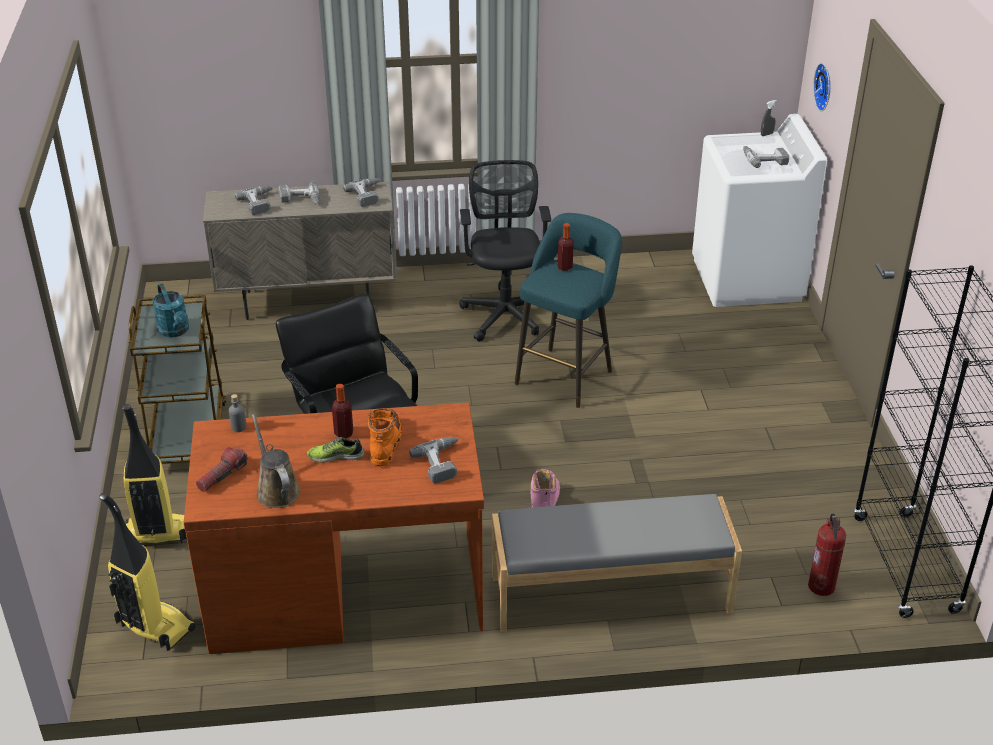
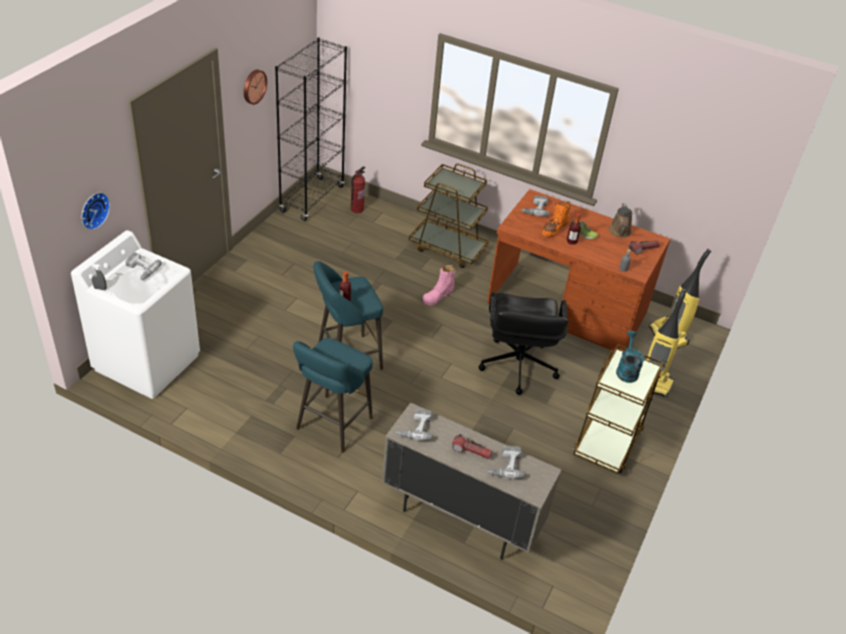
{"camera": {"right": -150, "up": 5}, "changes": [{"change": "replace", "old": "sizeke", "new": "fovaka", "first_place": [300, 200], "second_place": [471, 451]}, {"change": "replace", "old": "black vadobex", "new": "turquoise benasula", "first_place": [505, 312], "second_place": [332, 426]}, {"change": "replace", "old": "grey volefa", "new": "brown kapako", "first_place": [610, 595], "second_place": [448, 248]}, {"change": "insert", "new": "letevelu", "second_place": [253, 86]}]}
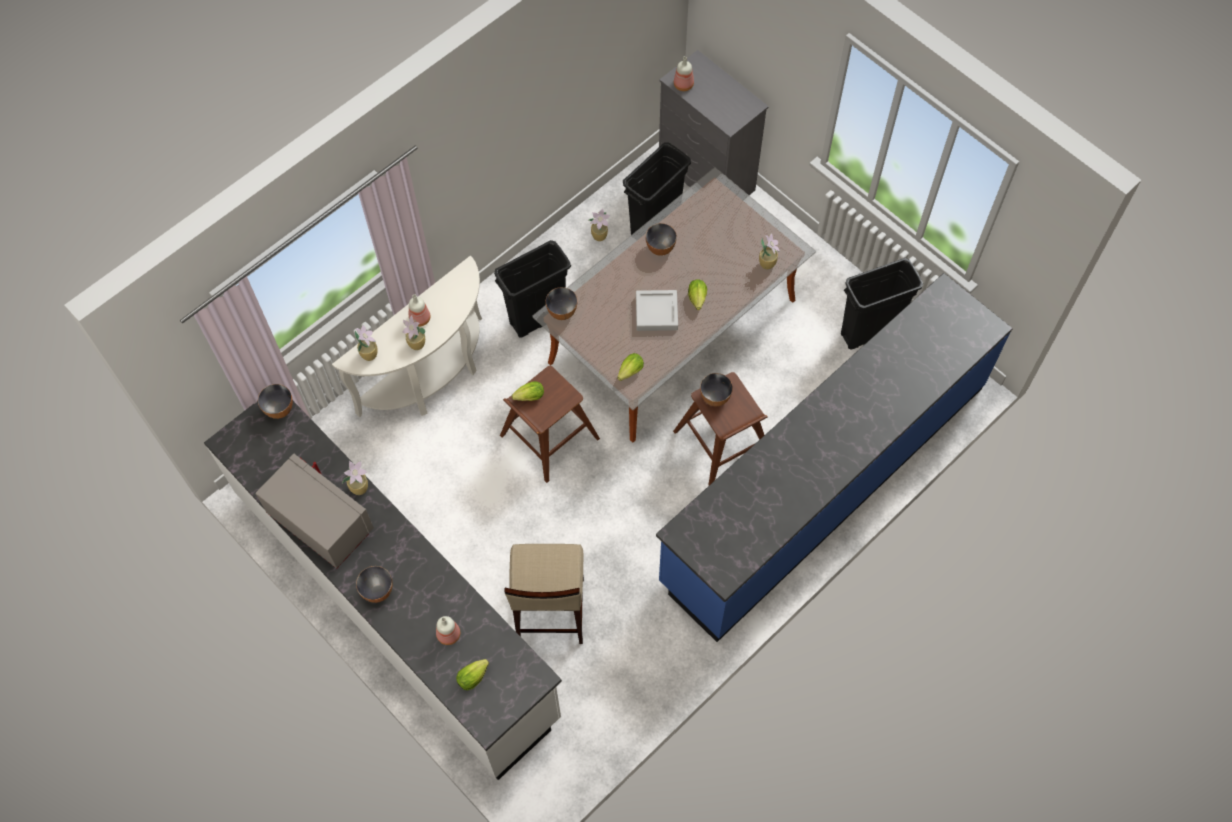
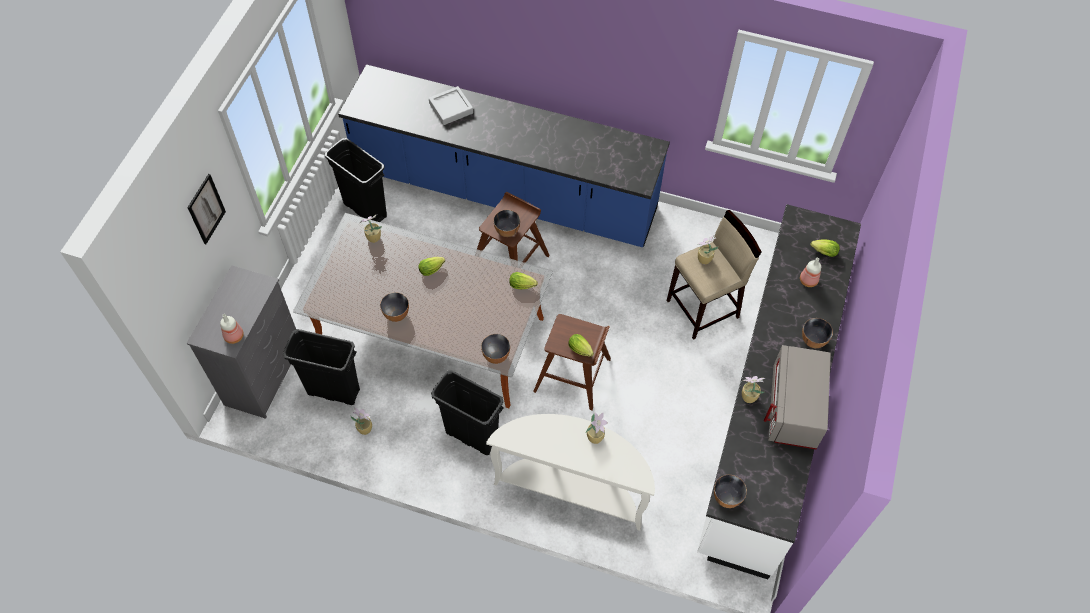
{"camera": {"right": -120, "up": -5}, "changes": [{"change": "move", "old": "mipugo", "first_place": [369, 353], "second_place": [703, 259]}, {"change": "delete", "old": "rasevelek", "first_place": [420, 319]}, {"change": "move", "old": "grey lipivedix", "first_place": [656, 313], "second_place": [451, 108]}, {"change": "insert", "new": "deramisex", "second_place": [206, 209]}]}
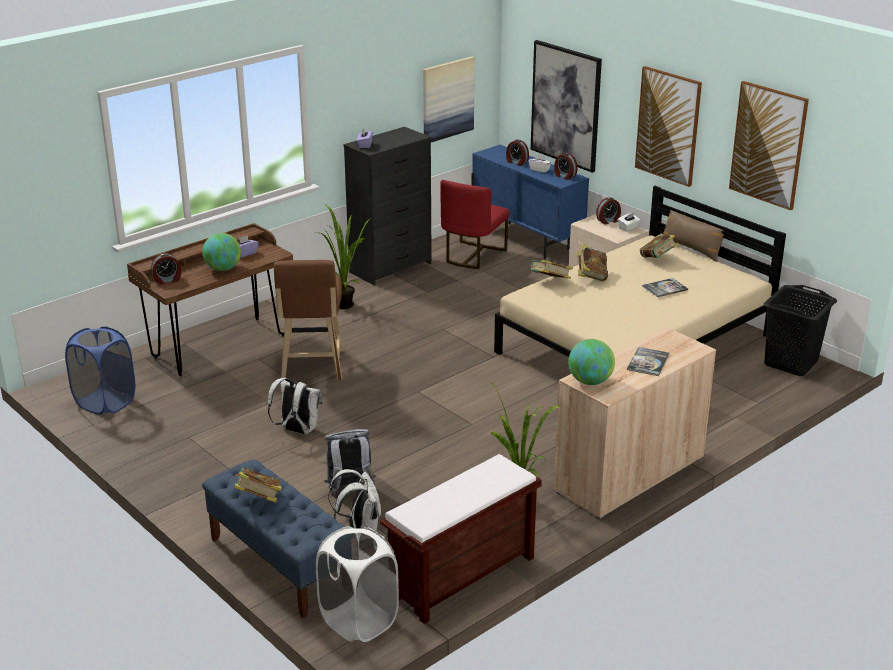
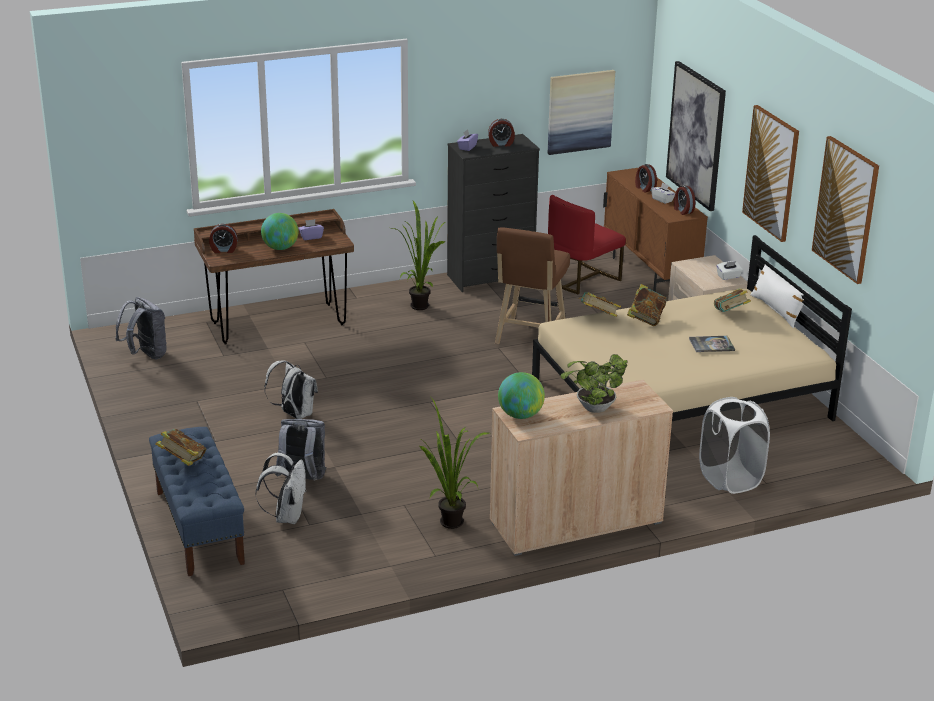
{"camera": {"right": 20, "up": 0}, "changes": [{"change": "replace", "old": "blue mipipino", "new": "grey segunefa", "first_place": [105, 402], "second_place": [146, 355]}, {"change": "move", "old": "brown benasula", "first_place": [312, 368], "second_place": [529, 337]}, {"change": "move", "old": "white mipipino", "first_place": [358, 621], "second_place": [730, 479]}, {"change": "delete", "old": "brown volefa", "first_place": [461, 578]}, {"change": "recolor", "old": "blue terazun", "new": "brown terazun", "first_place": [527, 241], "second_place": [649, 274]}, {"change": "move", "old": "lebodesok", "first_place": [608, 221], "second_place": [501, 144]}, {"change": "replace", "old": "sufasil", "new": "mipugo", "first_place": [648, 362], "second_place": [593, 409]}, {"change": "recolor", "old": "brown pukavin", "new": "white pukavin", "first_place": [691, 249], "second_place": [777, 310]}, {"change": "delete", "old": "black mipipino", "first_place": [791, 363]}]}
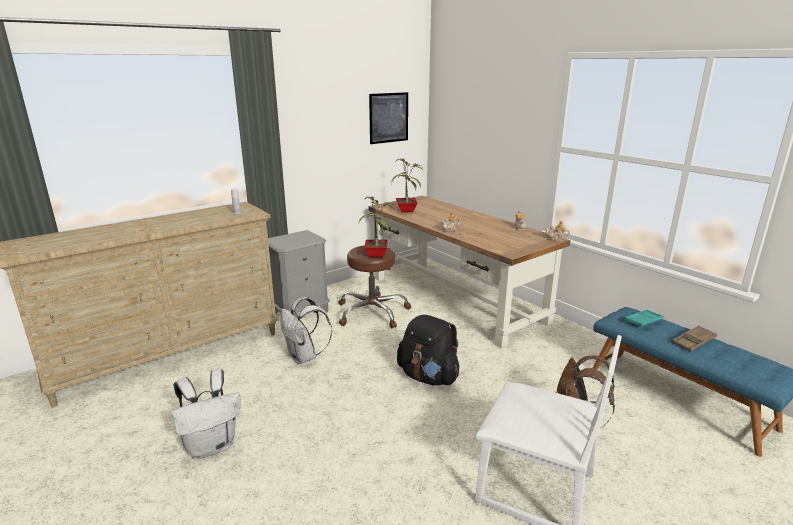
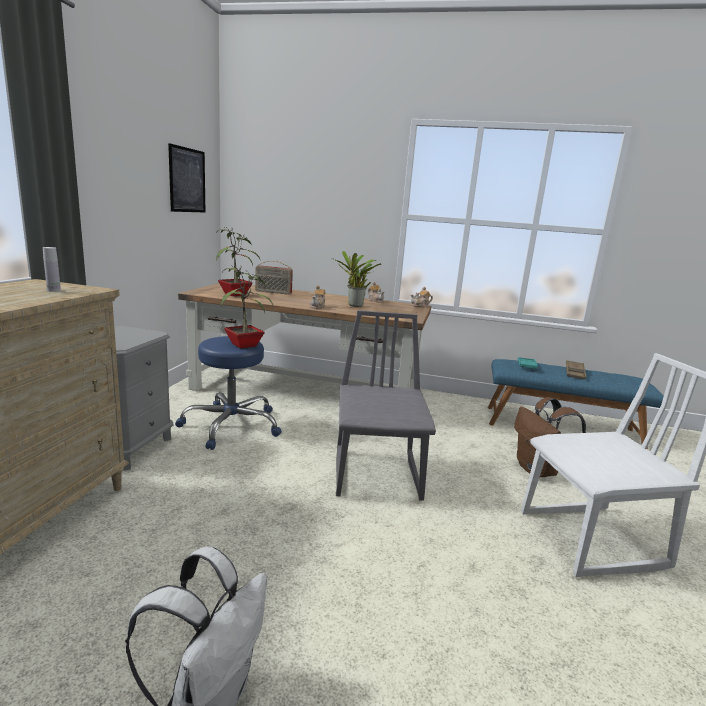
{"camera": {"right": -40, "up": -5}, "changes": [{"change": "delete", "old": "white segunefa", "first_place": [304, 357]}, {"change": "recolor", "old": "brown benasula", "new": "blue benasula", "first_place": [372, 312], "second_place": [231, 425]}, {"change": "replace", "old": "black segunefa", "new": "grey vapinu", "first_place": [428, 377], "second_place": [378, 474]}, {"change": "insert", "new": "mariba", "second_place": [273, 292]}, {"change": "insert", "new": "mipugo", "second_place": [354, 306]}]}
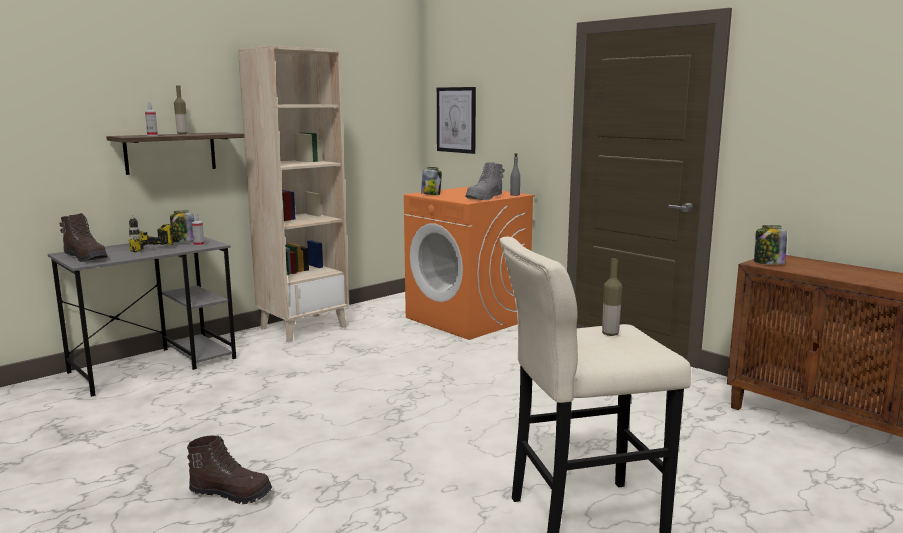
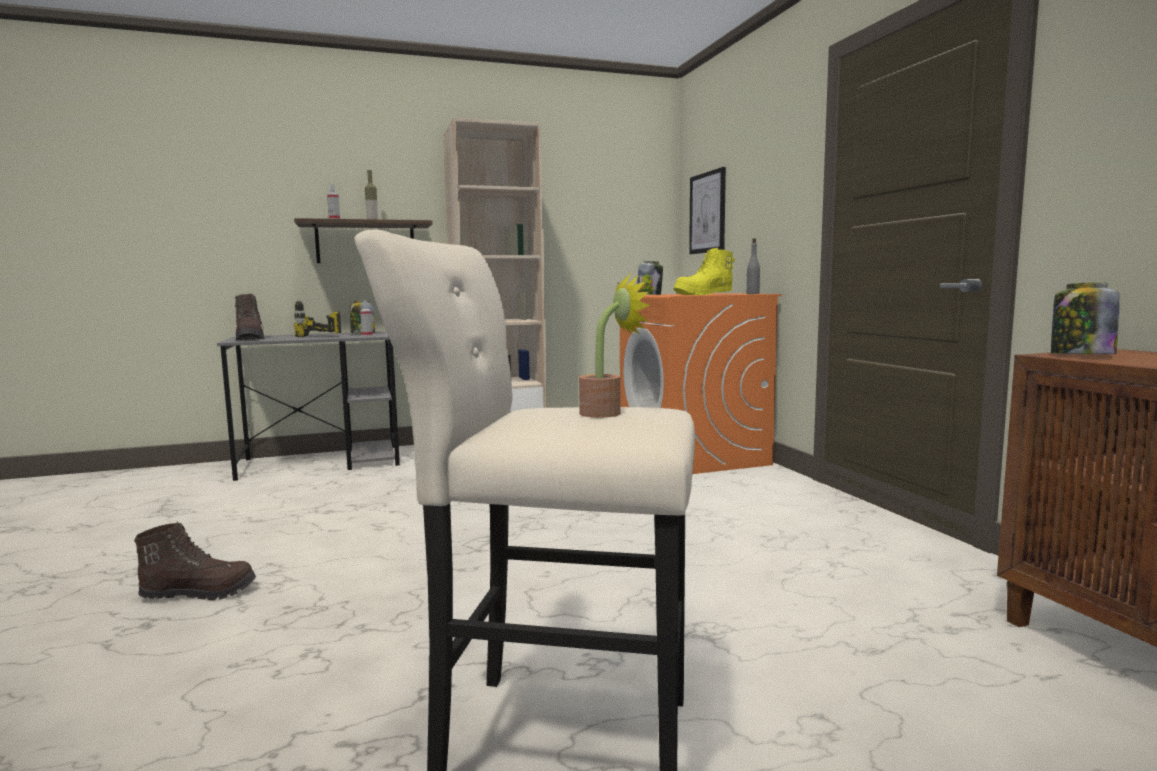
{"camera": {"right": 25, "up": -5}, "changes": [{"change": "rotate", "old": "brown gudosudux", "first_place": [231, 493], "second_place": [200, 593], "degrees": -45}, {"change": "recolor", "old": "grey gudosudux", "new": "yellow gudosudux", "first_place": [485, 198], "second_place": [704, 294]}, {"change": "replace", "old": "rasevelek", "new": "mipugo", "first_place": [610, 334], "second_place": [608, 412]}]}
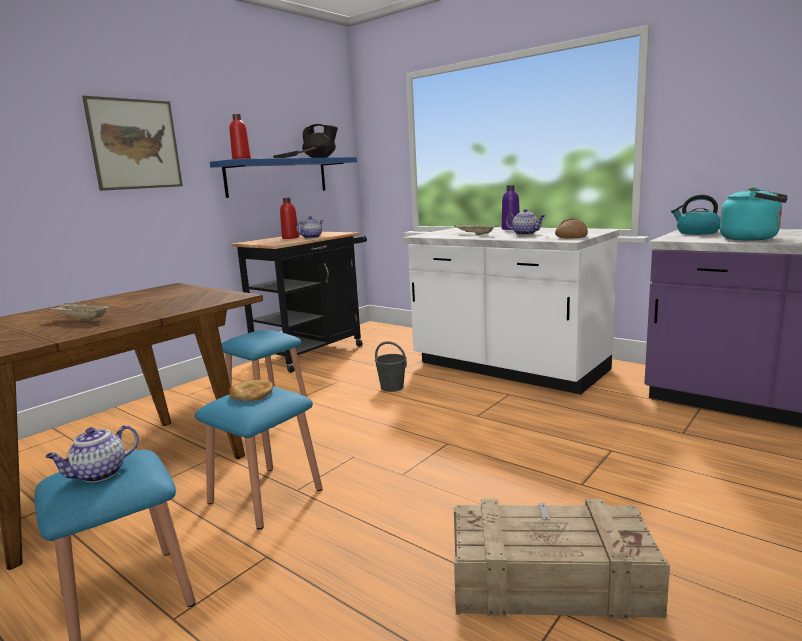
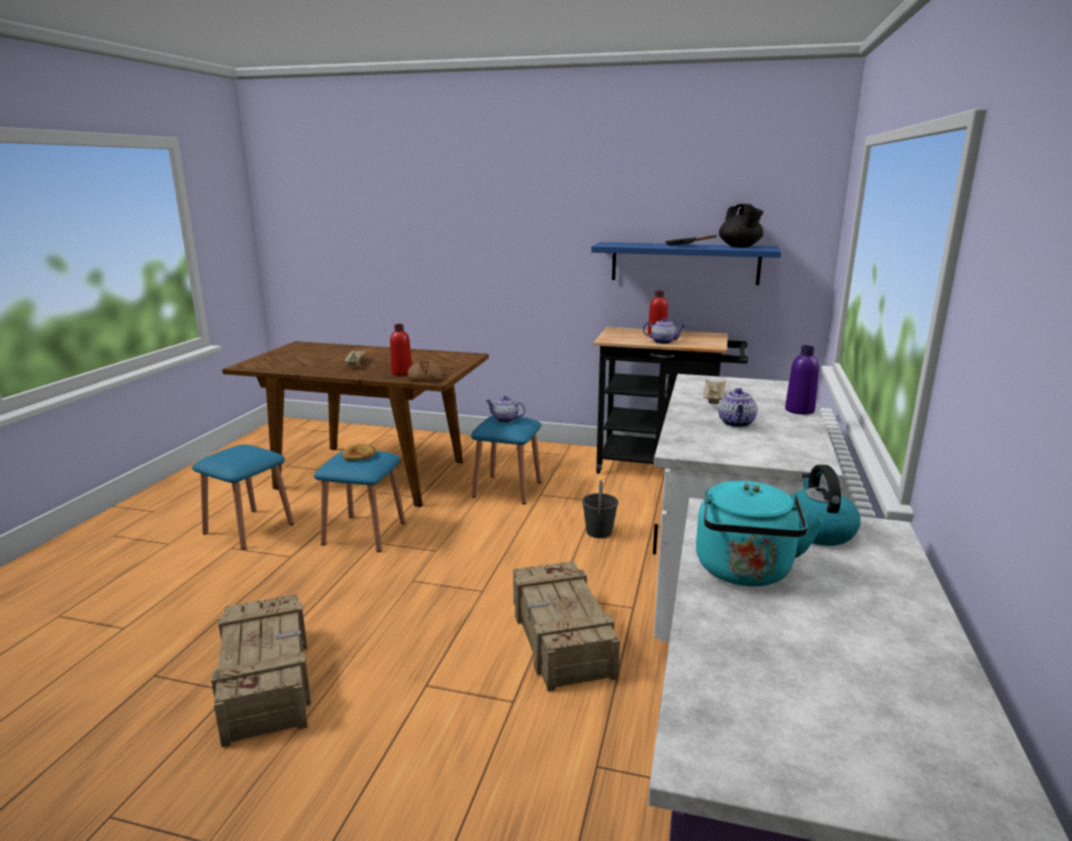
{"camera": {"right": 65, "up": 5}, "changes": [{"change": "move", "old": "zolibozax", "first_place": [99, 474], "second_place": [505, 419]}, {"change": "delete", "old": "deramisex", "first_place": [135, 144]}, {"change": "move", "old": "red rasevelek", "first_place": [241, 159], "second_place": [401, 372]}, {"change": "move", "old": "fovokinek", "first_place": [571, 237], "second_place": [424, 378]}, {"change": "insert", "new": "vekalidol", "second_place": [560, 639]}]}
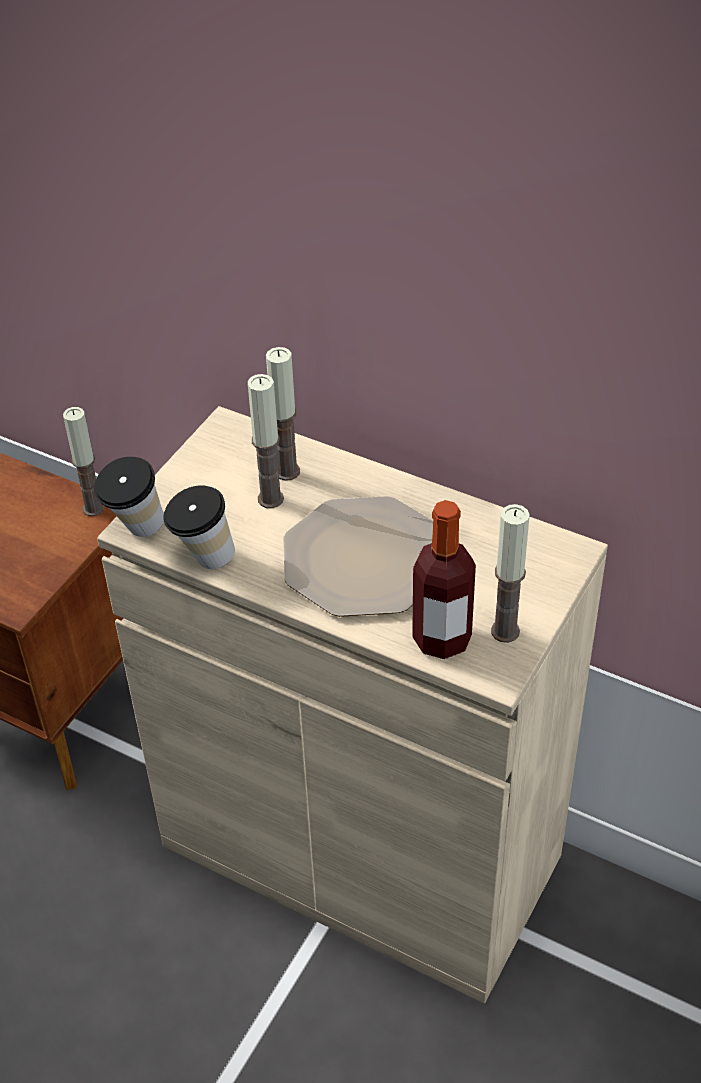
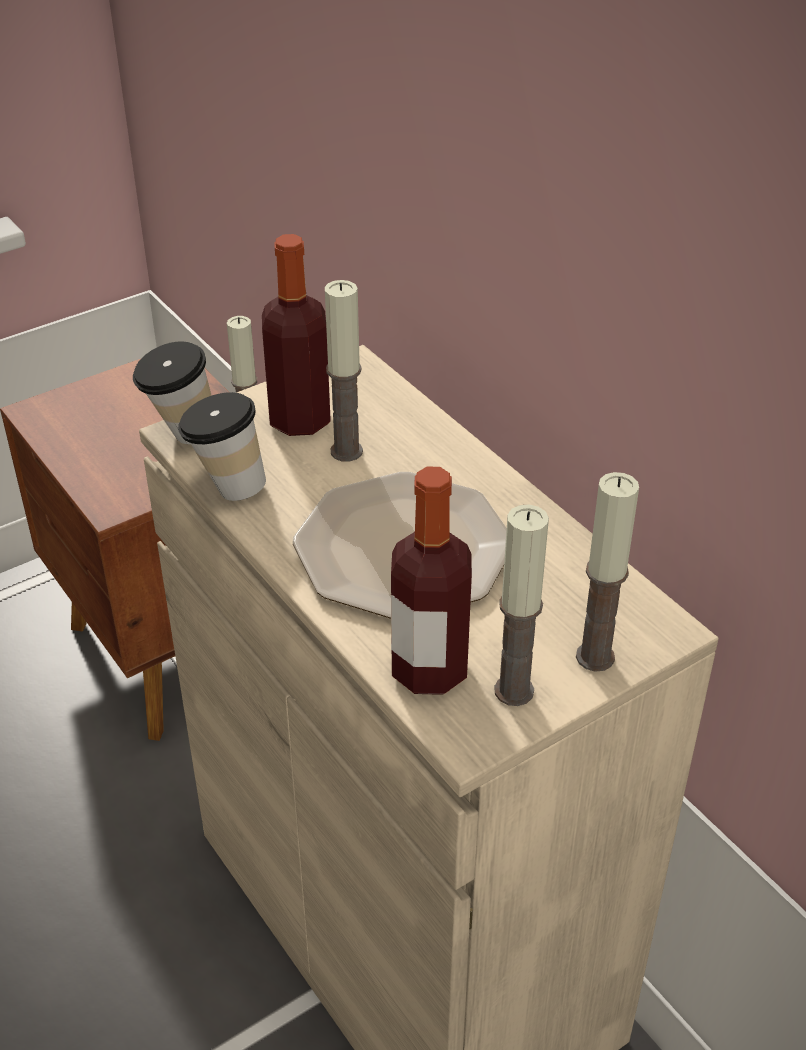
{"camera": {"right": 25, "up": -5}, "changes": [{"change": "move", "old": "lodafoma", "first_place": [287, 471], "second_place": [595, 657]}, {"change": "insert", "new": "rasevelek", "second_place": [300, 420]}]}
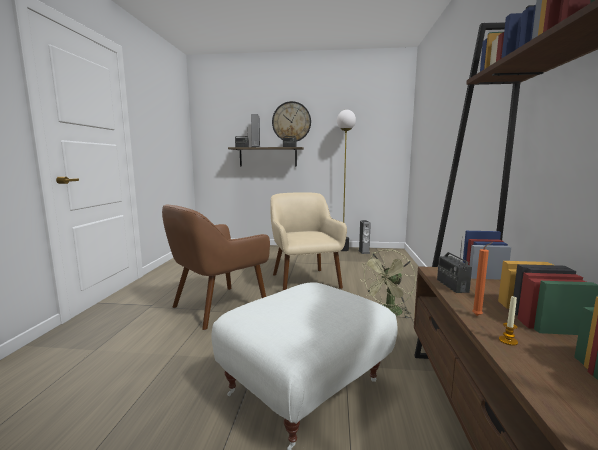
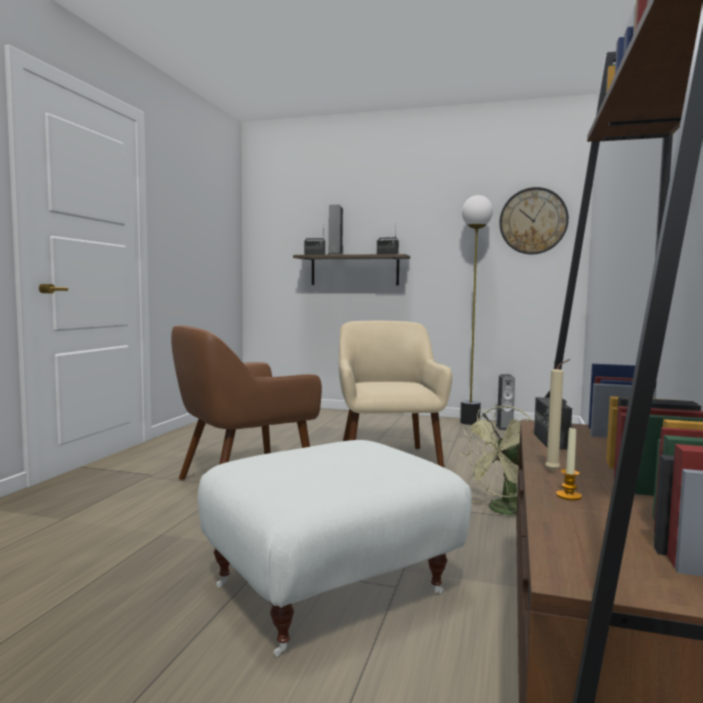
{"camera": {"right": 10, "up": -5}, "changes": [{"change": "move", "old": "letevelu", "first_place": [291, 122], "second_place": [533, 221]}, {"change": "recolor", "old": "orange lodafoma", "new": "beige lodafoma", "first_place": [478, 315], "second_place": [554, 471]}]}
